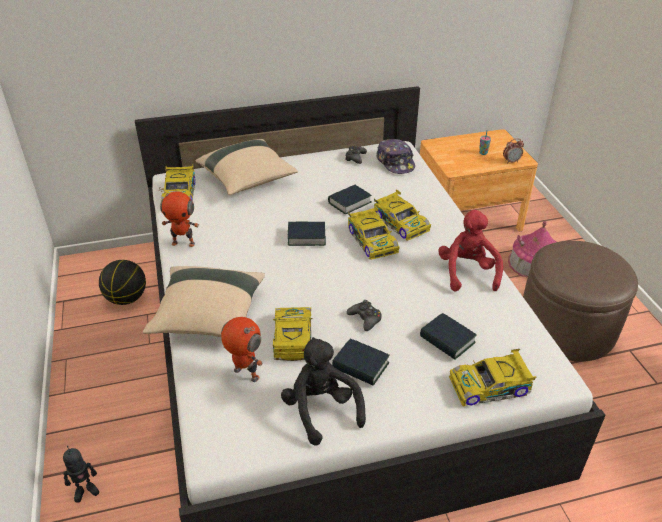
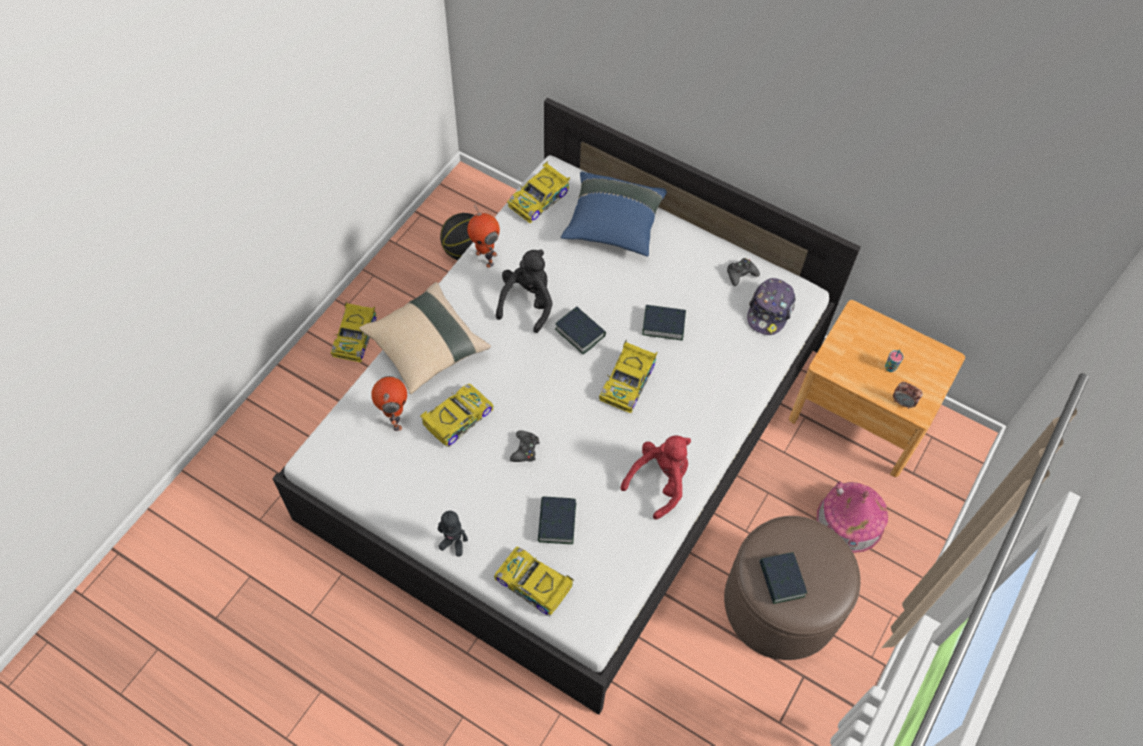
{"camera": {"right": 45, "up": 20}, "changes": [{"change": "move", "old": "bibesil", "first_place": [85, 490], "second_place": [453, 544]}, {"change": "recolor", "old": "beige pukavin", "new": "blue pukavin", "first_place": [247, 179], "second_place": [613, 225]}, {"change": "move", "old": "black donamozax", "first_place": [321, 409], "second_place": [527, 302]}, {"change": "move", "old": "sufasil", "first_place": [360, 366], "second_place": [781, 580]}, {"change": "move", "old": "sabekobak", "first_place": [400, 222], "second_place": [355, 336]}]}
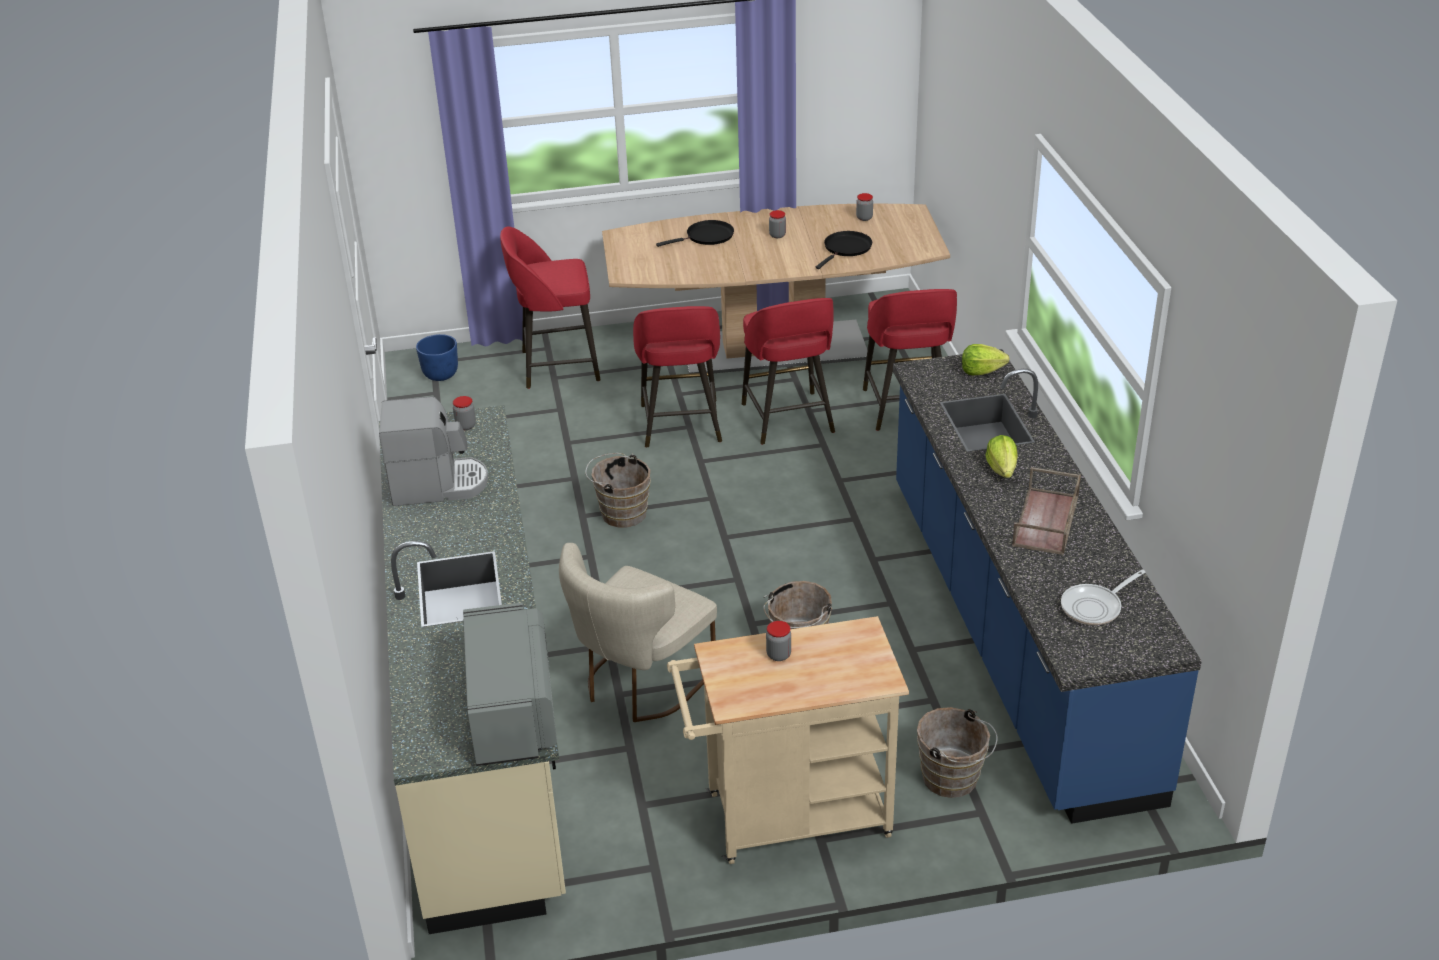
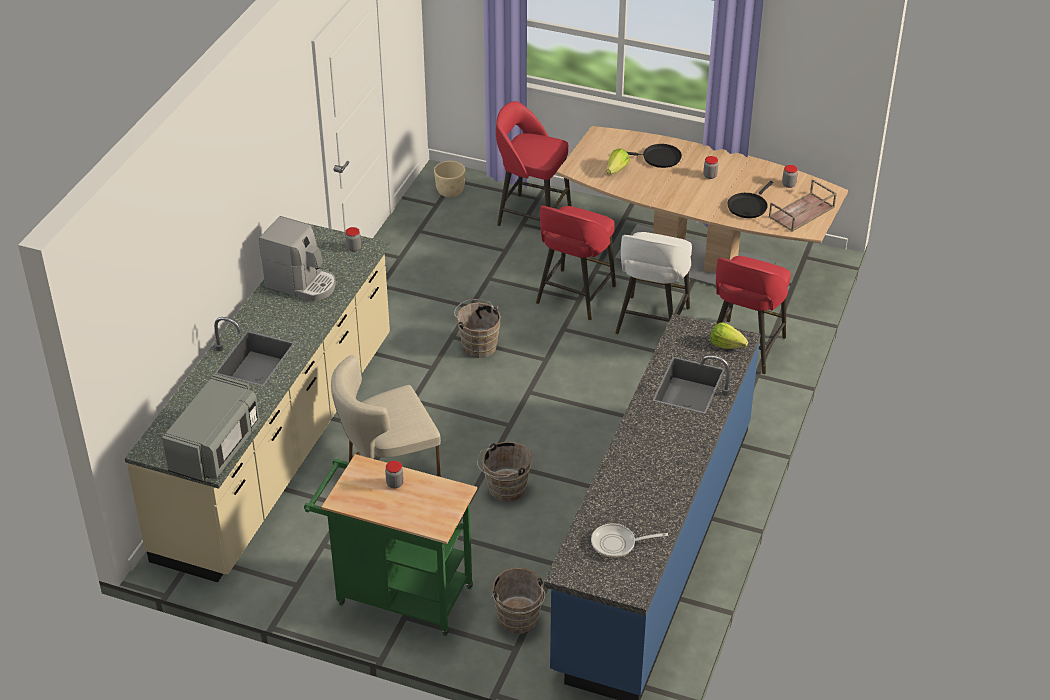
{"camera": {"right": 30, "up": 5}, "changes": [{"change": "recolor", "old": "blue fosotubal", "new": "beige fosotubal", "first_place": [441, 375], "second_place": [450, 192]}, {"change": "recolor", "old": "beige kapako", "new": "green kapako", "first_place": [786, 818], "second_place": [397, 594]}, {"change": "recolor", "old": "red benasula", "new": "white benasula", "first_place": [788, 420], "second_place": [651, 322]}, {"change": "rotate", "old": "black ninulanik", "first_place": [846, 249], "second_place": [748, 206], "degrees": 150}, {"change": "move", "old": "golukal", "first_place": [1002, 469], "second_place": [616, 170]}, {"change": "move", "old": "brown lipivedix", "first_place": [1046, 522], "second_place": [801, 213]}]}
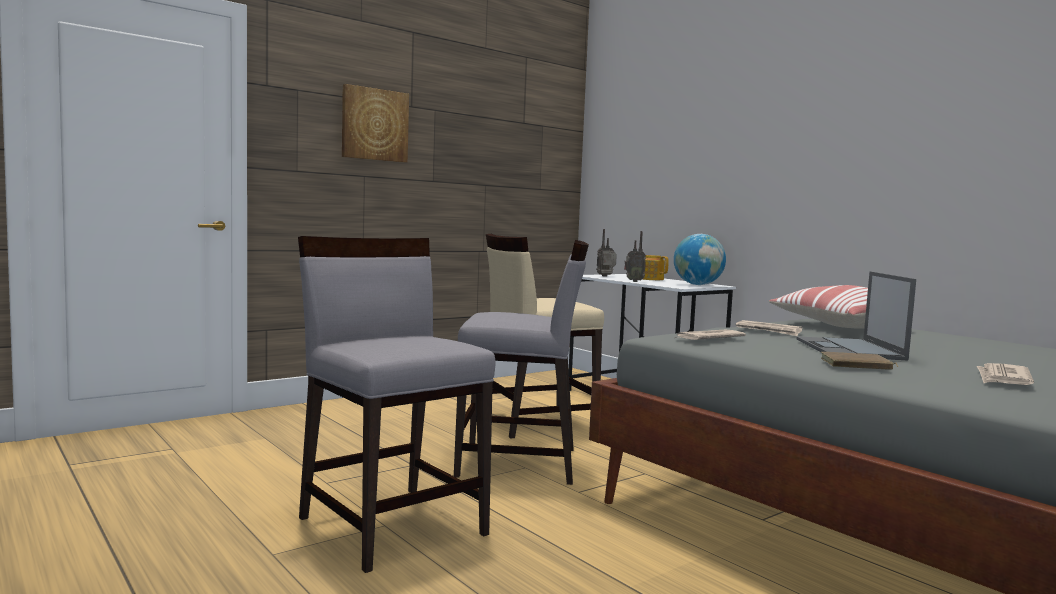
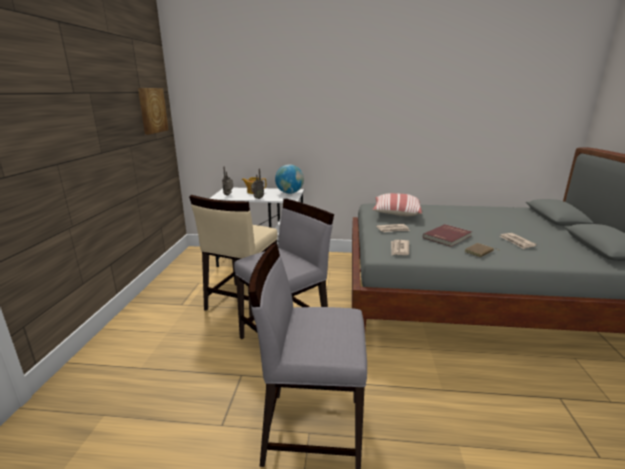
{"camera": {"right": -45, "up": 15}, "changes": [{"change": "move", "old": "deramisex", "first_place": [374, 124], "second_place": [152, 110]}, {"change": "replace", "old": "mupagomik", "new": "red sufasil", "first_place": [850, 349], "second_place": [448, 237]}]}
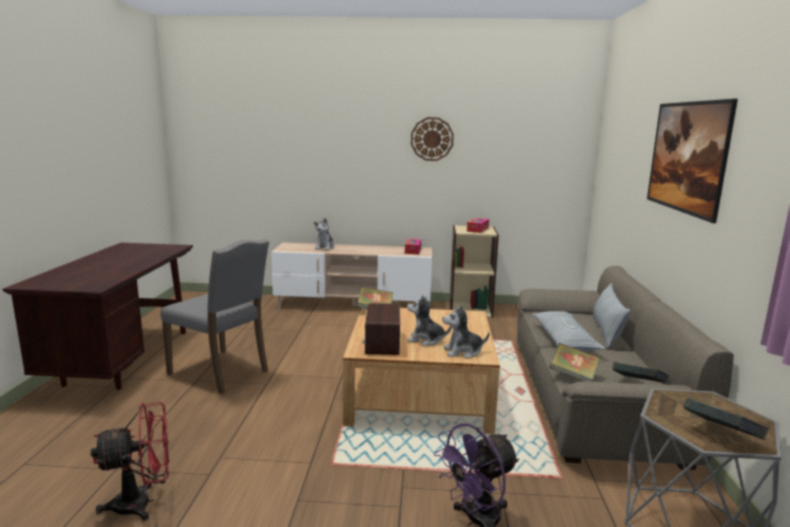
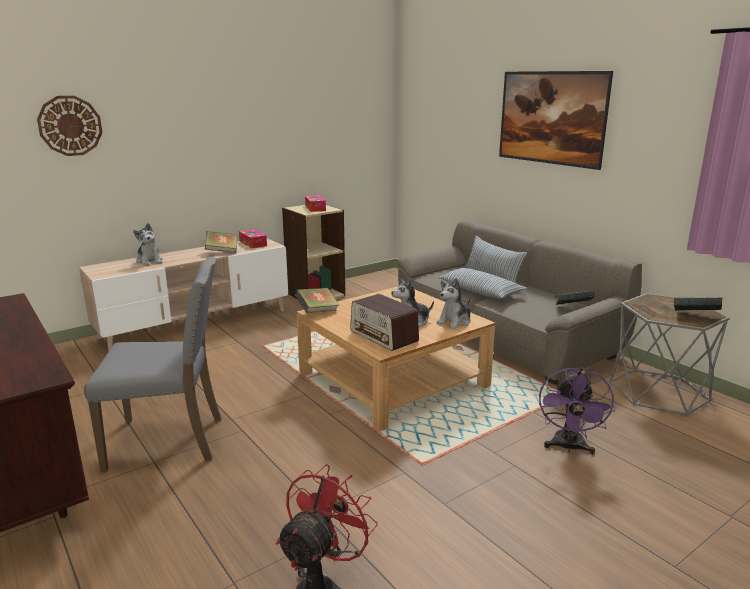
{"camera": {"right": -40, "up": 5}, "changes": [{"change": "move", "old": "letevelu", "first_place": [432, 139], "second_place": [70, 126]}, {"change": "move", "old": "sufasil", "first_place": [573, 376], "second_place": [222, 251]}]}
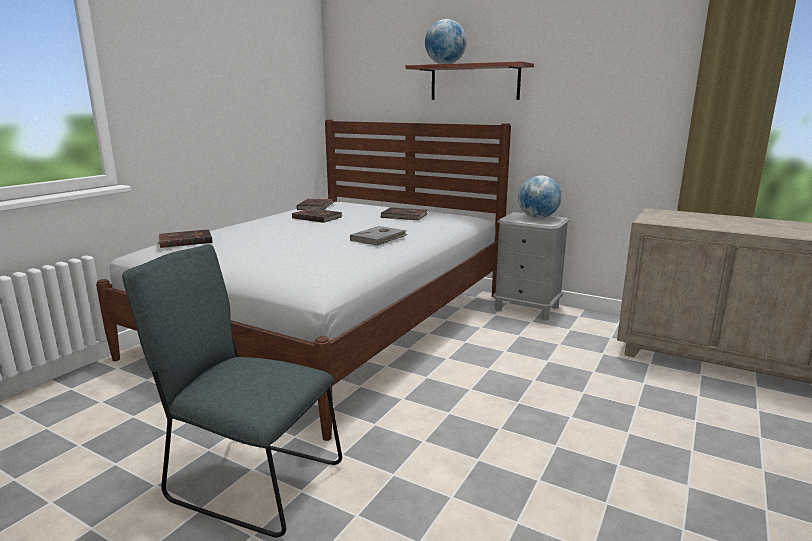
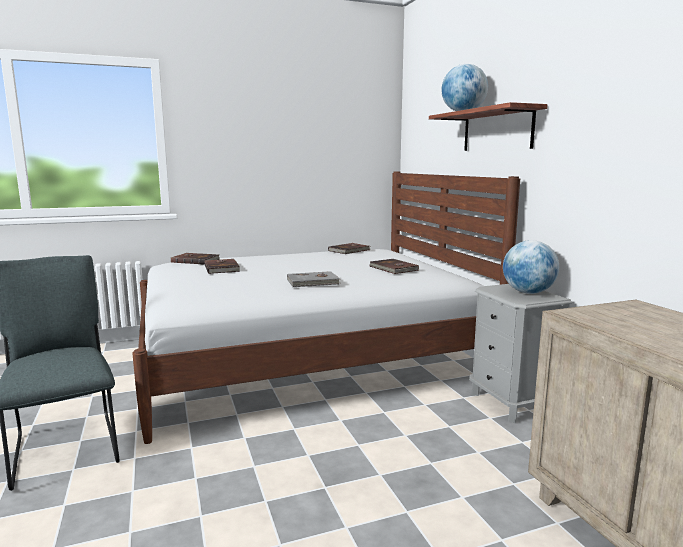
{"camera": {"right": 40, "up": -5}, "changes": [{"change": "move", "old": "brown sufasil", "first_place": [317, 217], "second_place": [222, 268]}]}
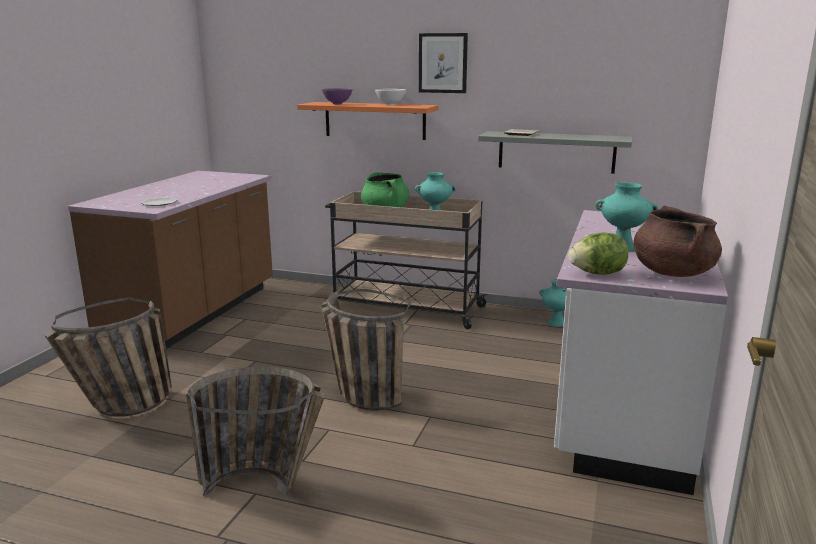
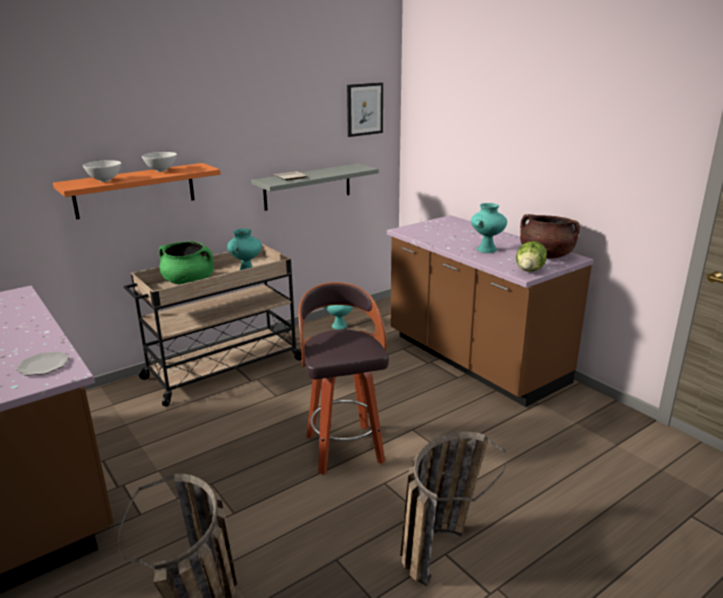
{"camera": {"right": -55, "up": 5}, "changes": [{"change": "replace", "old": "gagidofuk", "new": "benasula", "first_place": [358, 393], "second_place": [343, 448]}, {"change": "recolor", "old": "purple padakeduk", "new": "white padakeduk", "first_place": [337, 104], "second_place": [104, 180]}, {"change": "move", "old": "deramisex", "first_place": [443, 63], "second_place": [364, 109]}, {"change": "recolor", "old": "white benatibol", "new": "brown benatibol", "first_place": [621, 410], "second_place": [474, 360]}]}
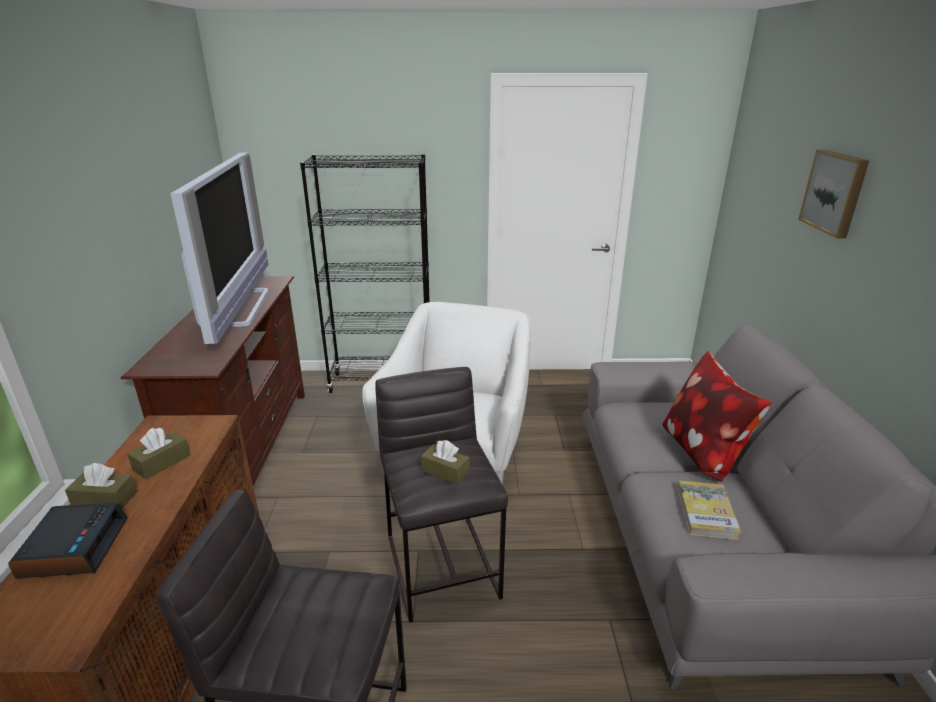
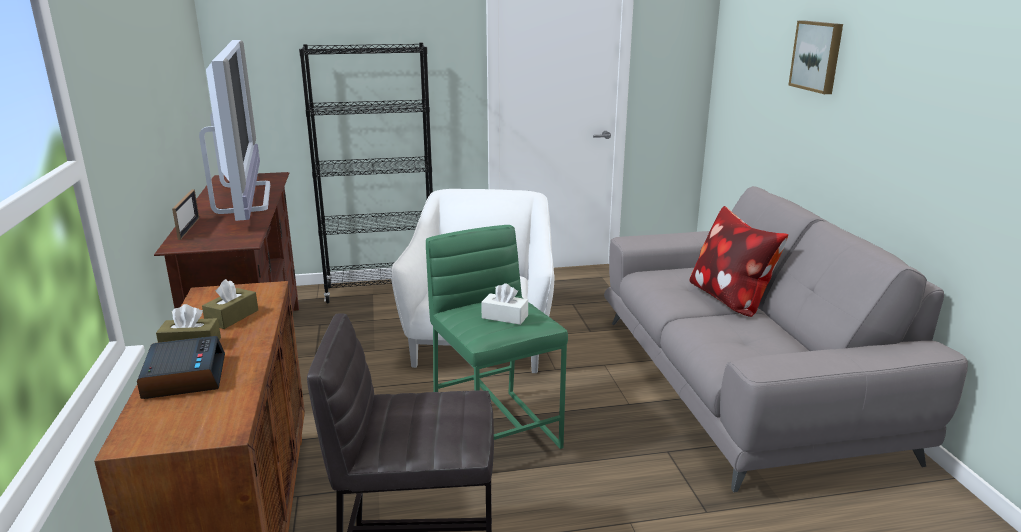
{"camera": {"right": -10, "up": -5}, "changes": [{"change": "recolor", "old": "grey benasula", "new": "green benasula", "first_place": [443, 564], "second_place": [496, 429]}, {"change": "recolor", "old": "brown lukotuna", "new": "white lukotuna", "first_place": [445, 471], "second_place": [505, 317]}, {"change": "delete", "old": "sufasil", "first_place": [706, 512]}, {"change": "insert", "new": "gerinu", "second_place": [189, 228]}]}
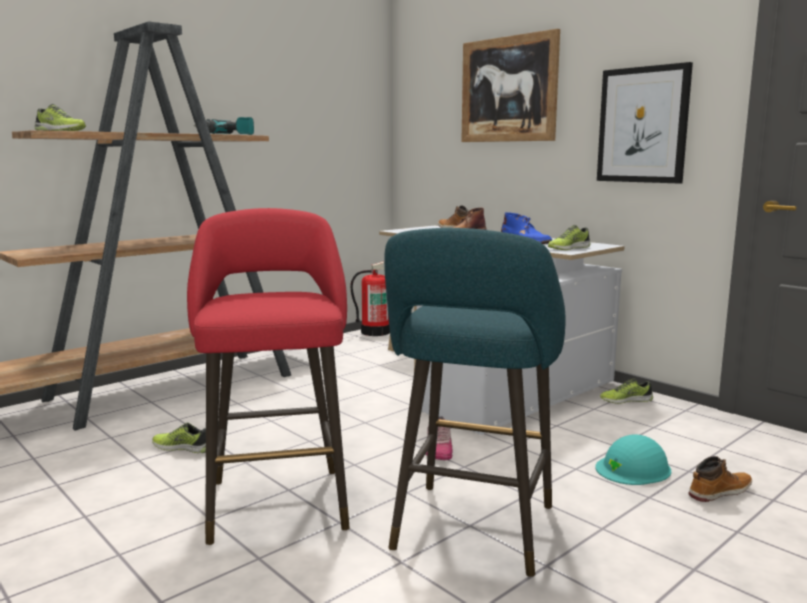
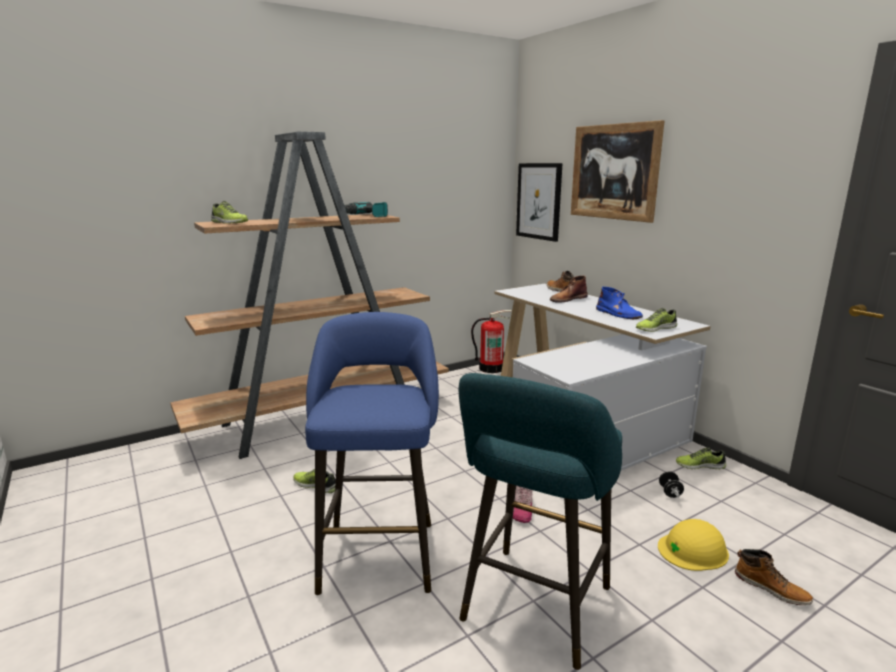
{"camera": {"right": 10, "up": 5}, "changes": [{"change": "recolor", "old": "red benasula", "new": "blue benasula", "first_place": [277, 499], "second_place": [379, 550]}, {"change": "recolor", "old": "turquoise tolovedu", "new": "yellow tolovedu", "first_place": [633, 468], "second_place": [693, 550]}, {"change": "move", "old": "deramisex", "first_place": [643, 125], "second_place": [539, 201]}, {"change": "rotate", "old": "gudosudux", "first_place": [719, 492], "second_place": [771, 588], "degrees": 60}, {"change": "insert", "new": "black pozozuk", "second_place": [670, 492]}]}
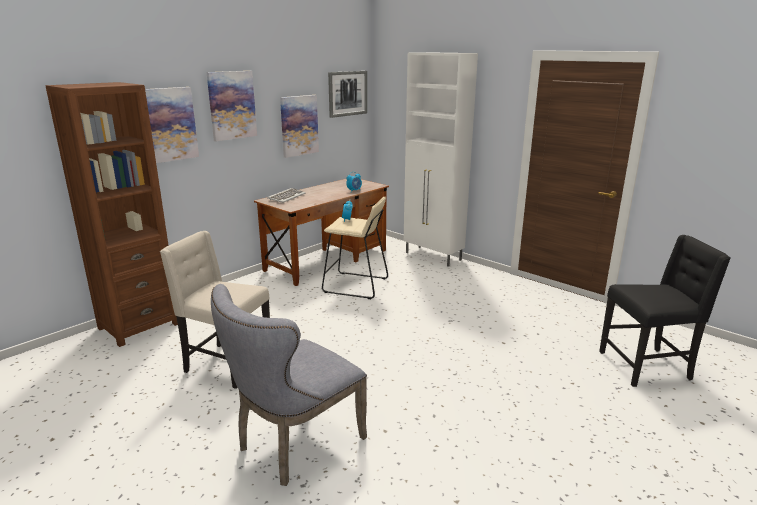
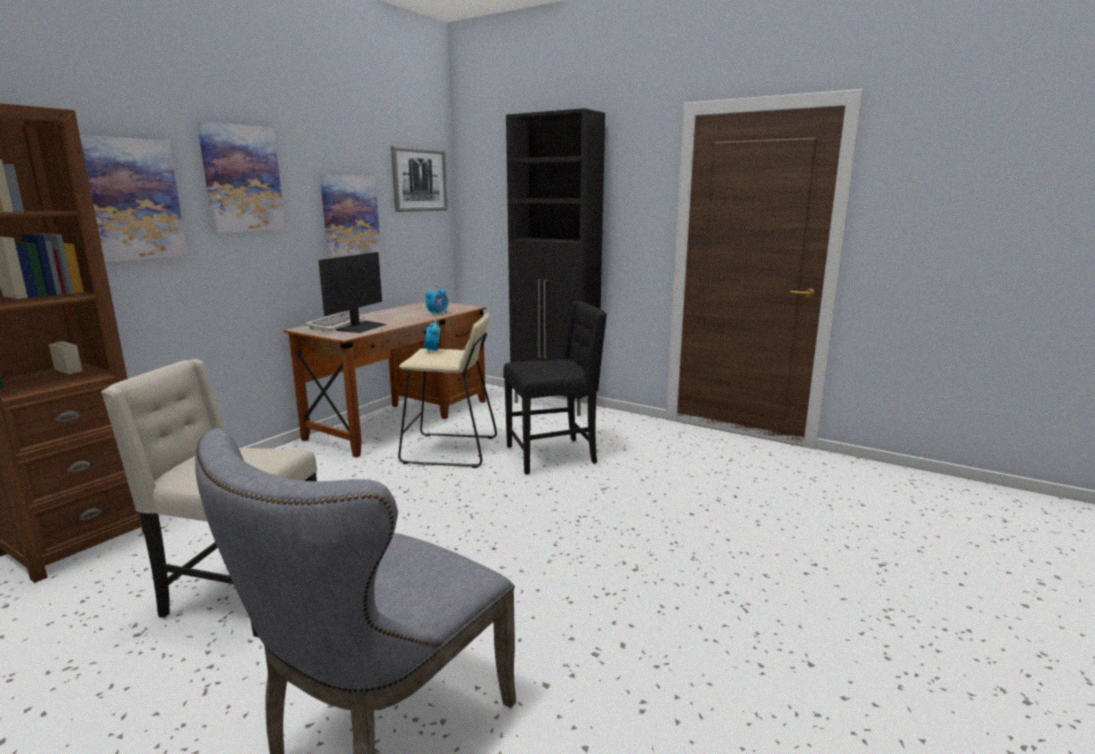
{"camera": {"right": -10, "up": -5}, "changes": [{"change": "recolor", "old": "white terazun", "new": "black terazun", "first_place": [433, 256], "second_place": [555, 405]}, {"change": "move", "old": "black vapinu", "first_place": [646, 366], "second_place": [553, 455]}, {"change": "insert", "new": "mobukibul", "second_place": [361, 327]}]}
